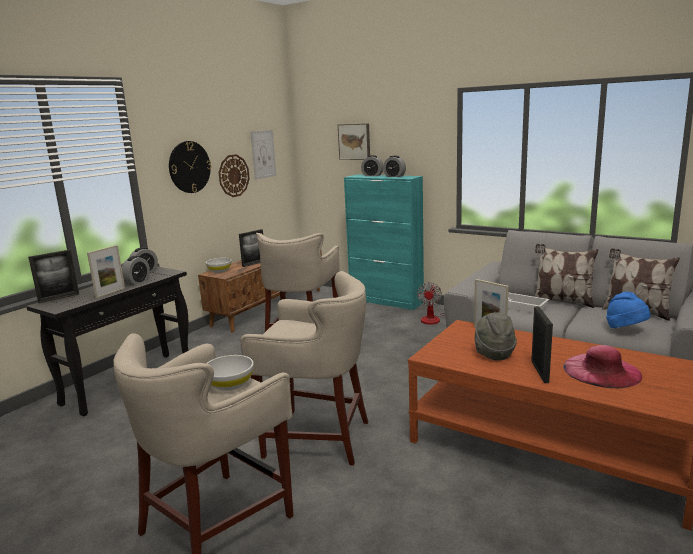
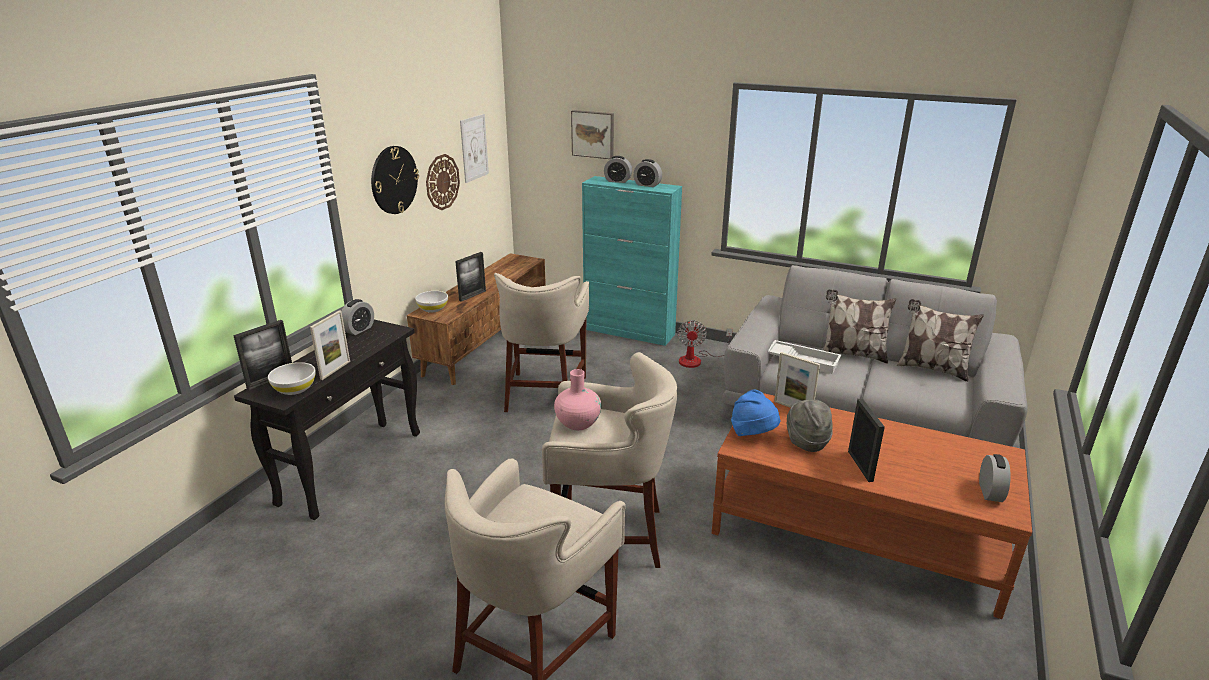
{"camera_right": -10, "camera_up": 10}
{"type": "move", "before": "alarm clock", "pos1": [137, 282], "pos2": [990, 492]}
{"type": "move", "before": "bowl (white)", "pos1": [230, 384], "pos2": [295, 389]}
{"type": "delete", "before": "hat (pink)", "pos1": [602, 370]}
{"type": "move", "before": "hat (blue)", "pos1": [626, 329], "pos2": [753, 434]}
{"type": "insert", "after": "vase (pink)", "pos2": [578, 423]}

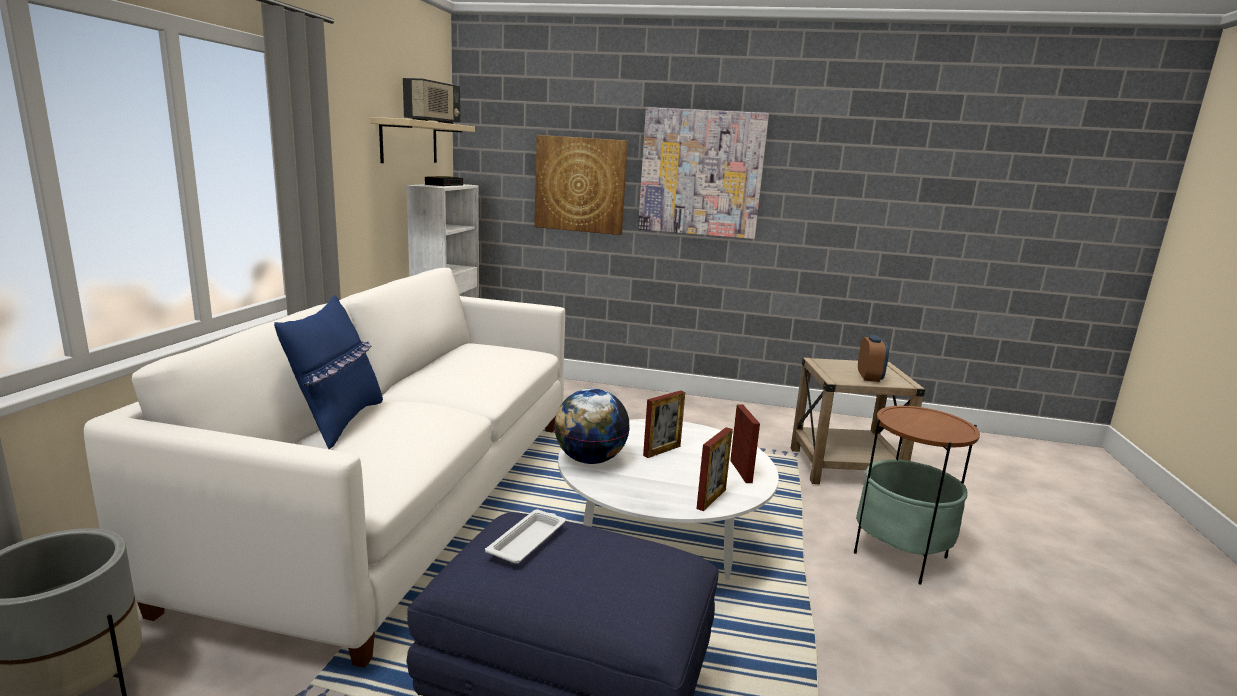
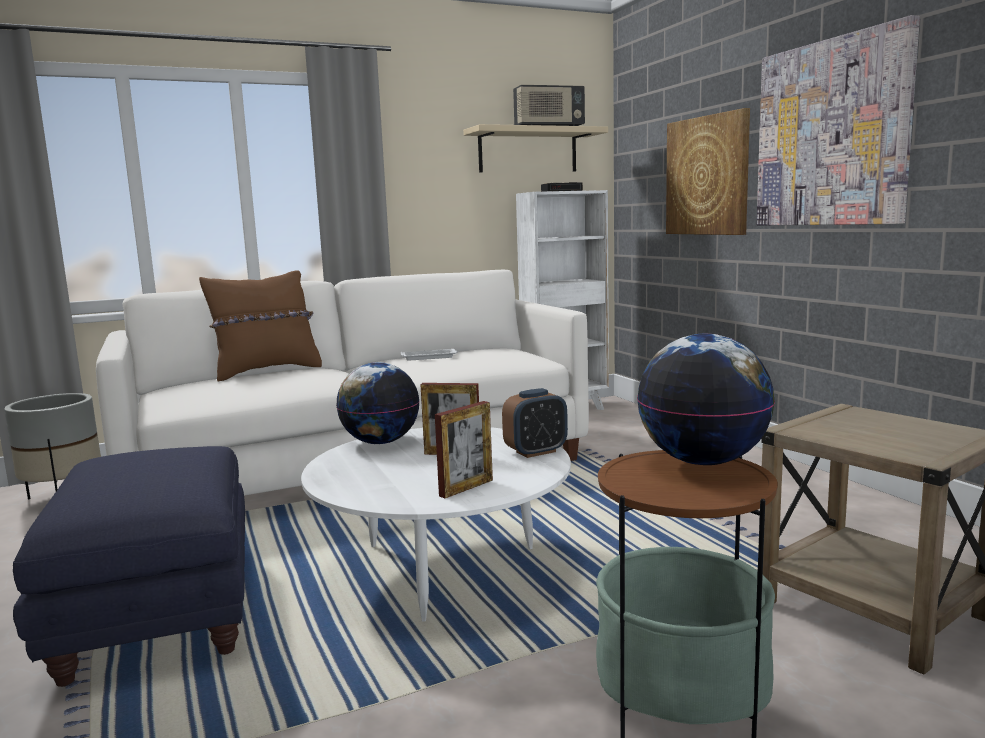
{"camera_right": 55, "camera_up": -5}
{"type": "recolor", "before": "pillow (blue)", "after": "pillow (brown)", "pos1": [338, 422], "pos2": [267, 371]}
{"type": "move", "before": "tray (white)", "pos1": [528, 540], "pos2": [430, 357]}
{"type": "delete", "before": "picture frame", "pos1": [711, 499]}
{"type": "move", "before": "alarm clock", "pos1": [869, 377], "pos2": [536, 452]}
{"type": "insert", "after": "globe", "pos2": [703, 461]}

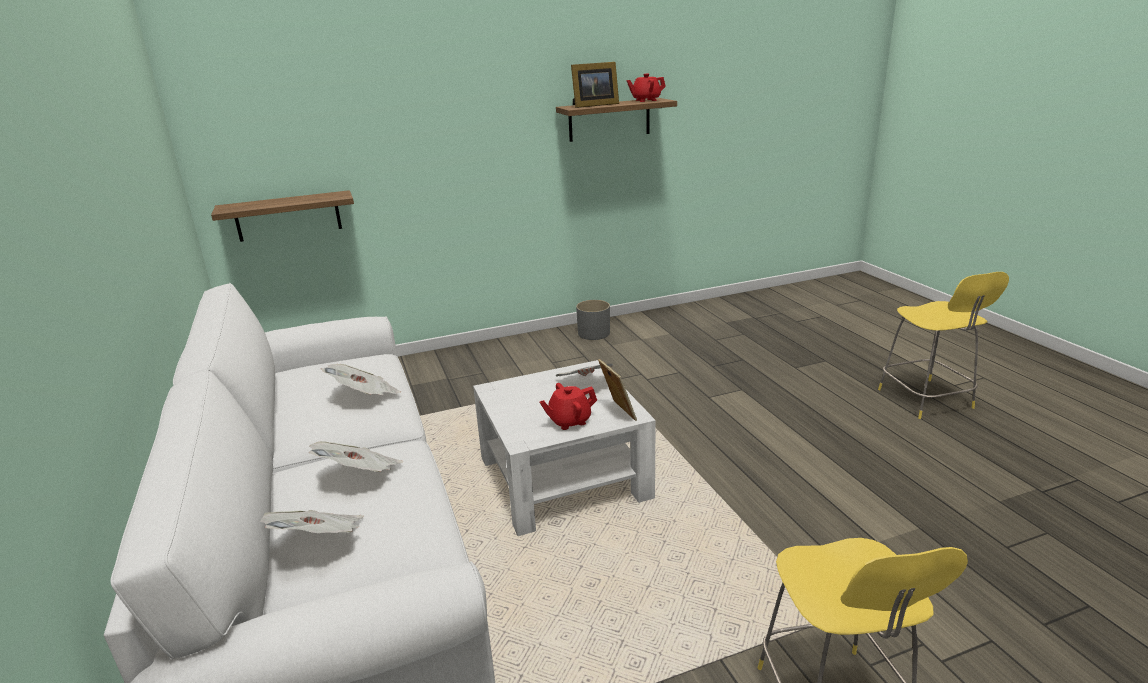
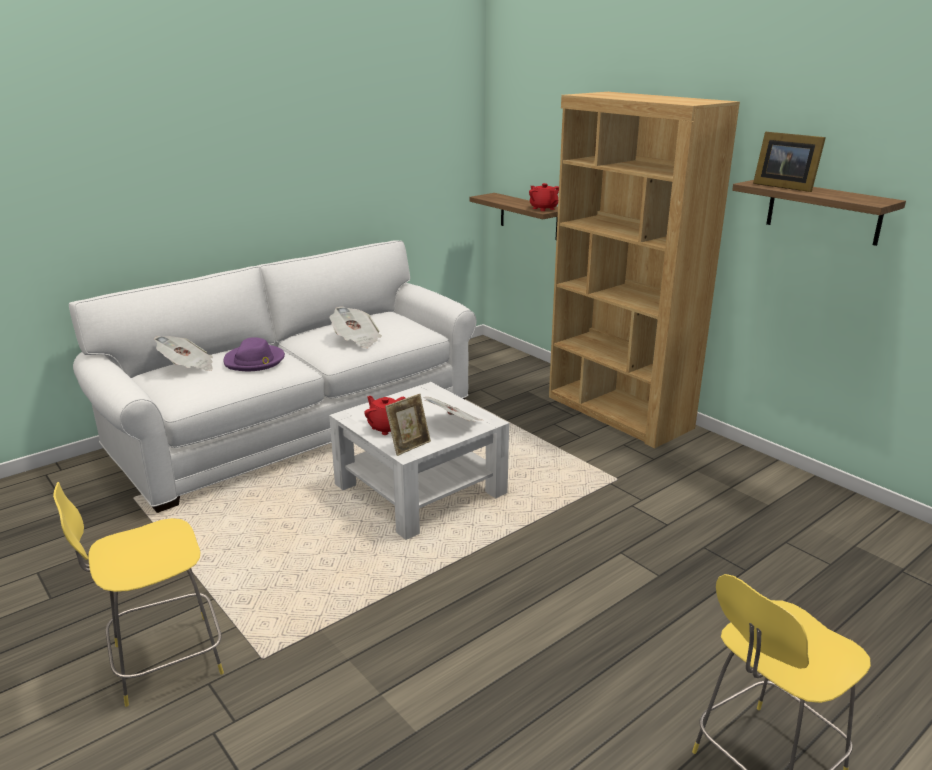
{"camera_right": 70, "camera_up": 0}
{"type": "replace", "before": "newspaper", "after": "hat (purple)", "pos1": [361, 475], "pos2": [254, 361]}
{"type": "delete", "before": "planter (grey)", "pos1": [594, 333]}
{"type": "move", "before": "teapot (red)", "pos1": [645, 100], "pos2": [543, 208]}
{"type": "insert", "after": "bookcase (brown)", "pos2": [618, 412]}

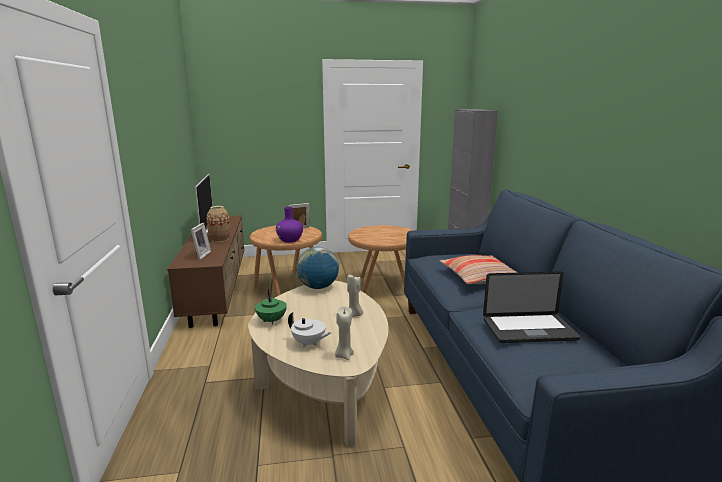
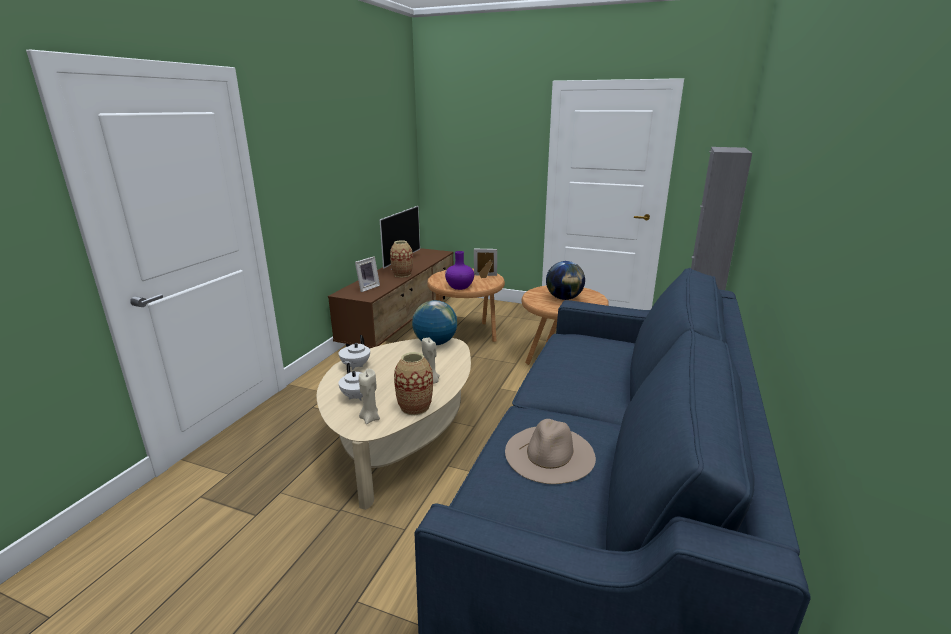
{"camera_right": 30, "camera_up": 5}
{"type": "recolor", "before": "teapot (green)", "after": "teapot (white)", "pos1": [271, 321], "pos2": [355, 366]}
{"type": "delete", "before": "pillow", "pos1": [479, 277]}
{"type": "replace", "before": "laptop", "after": "hat (beige)", "pos1": [529, 330], "pos2": [550, 453]}
{"type": "insert", "after": "vase", "pos2": [415, 407]}
{"type": "insert", "after": "globe", "pos2": [564, 298]}

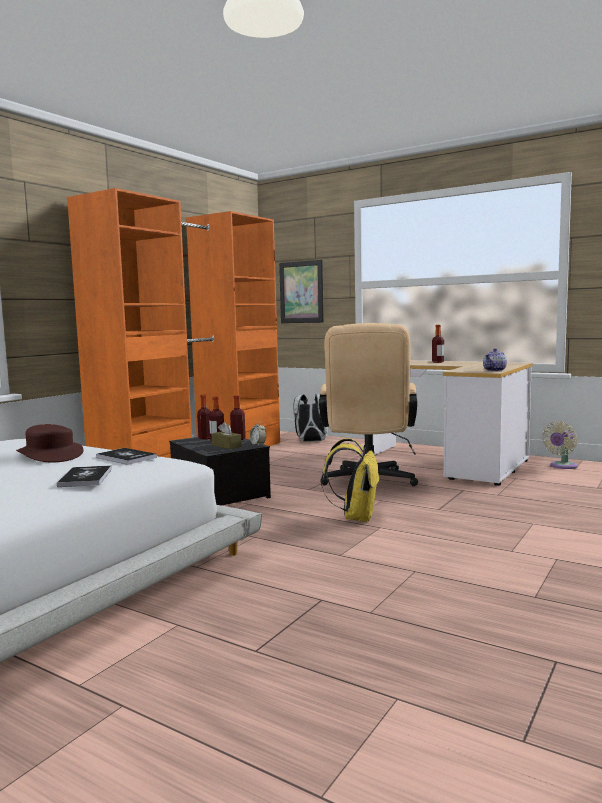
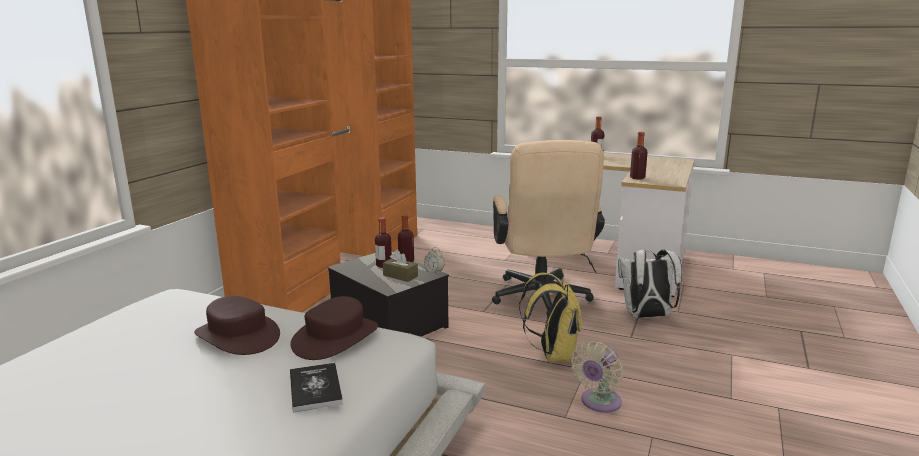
{"camera_right": -10, "camera_up": 10}
{"type": "replace", "before": "book", "after": "hat (brown)", "pos1": [126, 457], "pos2": [336, 338]}
{"type": "move", "before": "bottle", "pos1": [205, 438], "pos2": [637, 178]}
{"type": "delete", "before": "picture", "pos1": [301, 292]}
{"type": "move", "before": "backpack (white)", "pos1": [311, 442], "pos2": [646, 316]}
{"type": "delete", "before": "teapot", "pos1": [495, 370]}
{"type": "move", "before": "fan (beige)", "pos1": [562, 466], "pos2": [599, 403]}

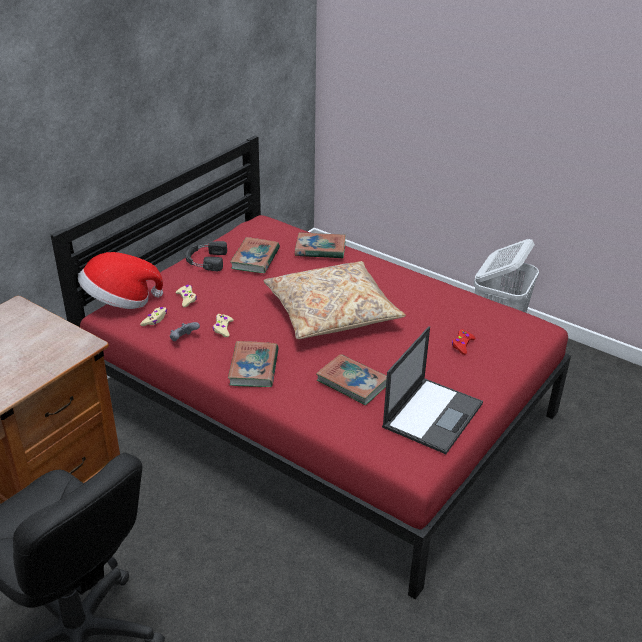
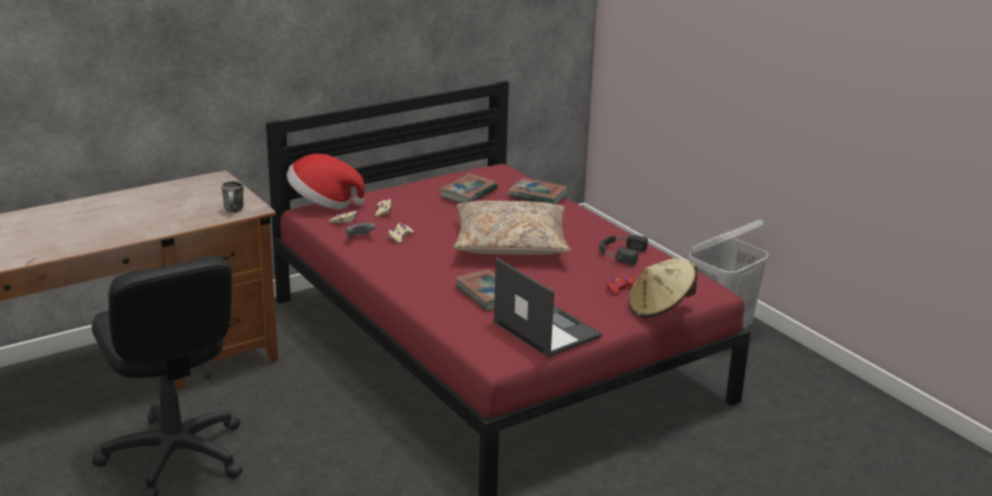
{"camera_right": 20, "camera_up": -10}
{"type": "move", "before": "headphones (black)", "pos1": [205, 260], "pos2": [620, 253]}
{"type": "delete", "before": "book", "pos1": [254, 368]}
{"type": "rotate", "before": "laptop", "pos1": [433, 414], "pos2": [545, 329], "turn": -90}
{"type": "insert", "after": "mug", "pos2": [234, 211]}
{"type": "insert", "after": "hat (beige)", "pos2": [659, 309]}

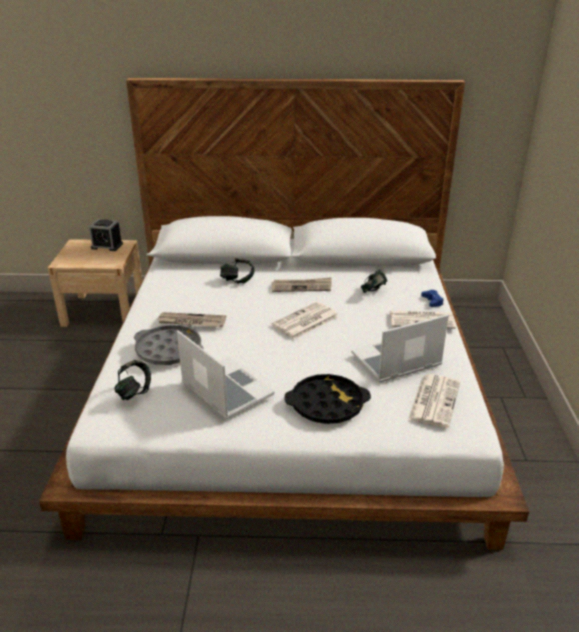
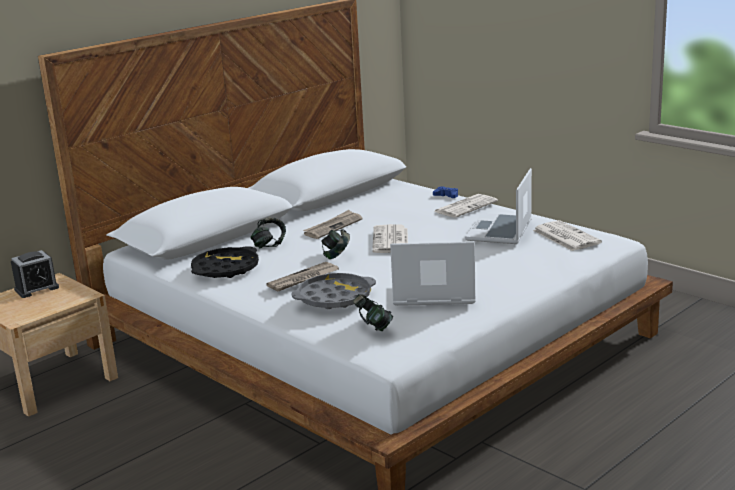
{"camera_right": -45, "camera_up": -10}
{"type": "move", "before": "tray (black)", "pos1": [327, 404], "pos2": [225, 269]}
{"type": "move", "before": "headphones", "pos1": [373, 292], "pos2": [336, 256]}

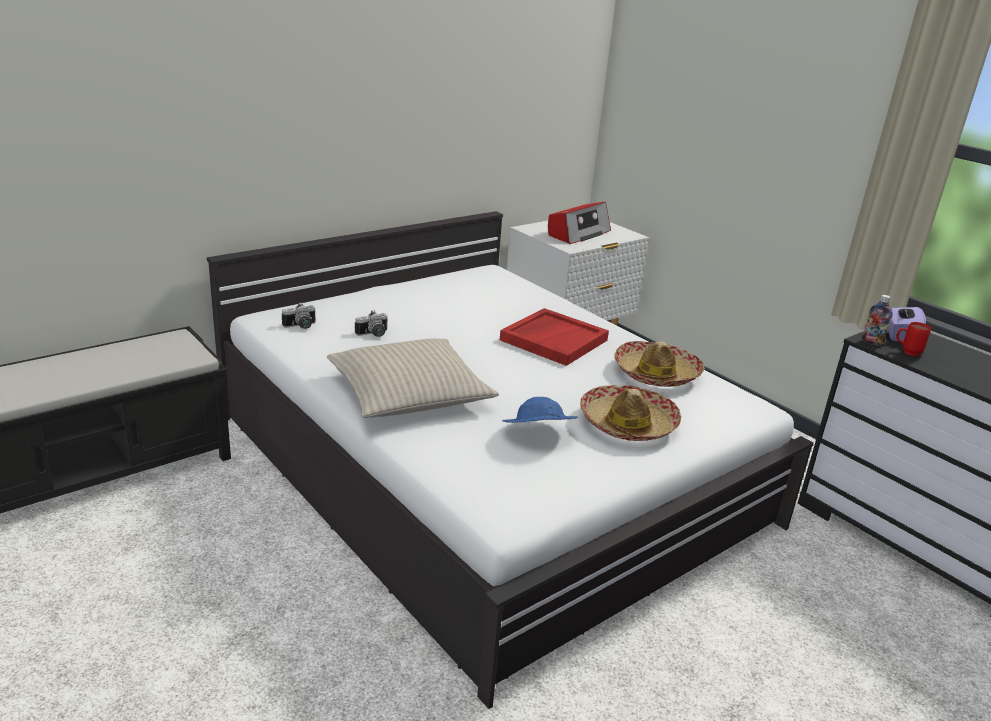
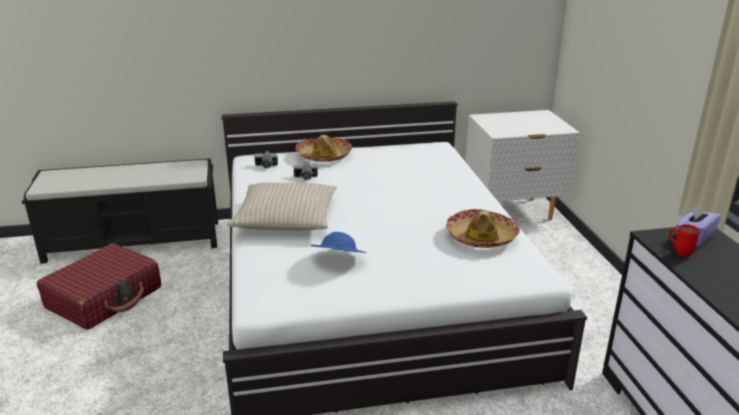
{"camera_right": 30, "camera_up": 0}
{"type": "delete", "before": "tray (red)", "pos1": [553, 339]}
{"type": "delete", "before": "radio", "pos1": [578, 233]}
{"type": "move", "before": "hat", "pos1": [627, 424], "pos2": [324, 155]}
{"type": "delete", "before": "bottle", "pos1": [871, 342]}
{"type": "insert", "after": "suitcase (red)", "pos2": [105, 297]}

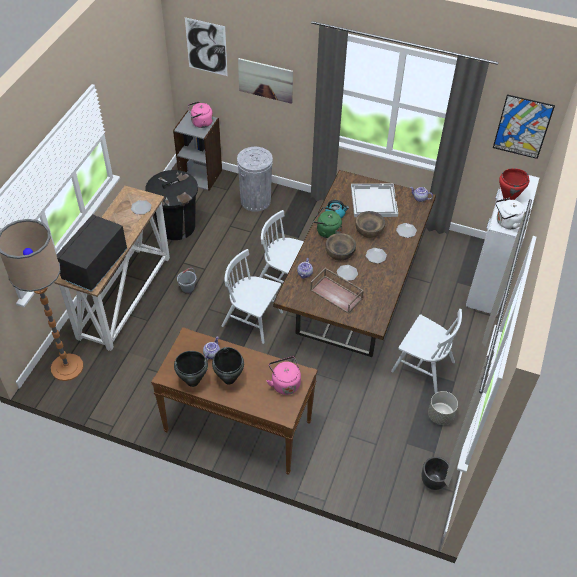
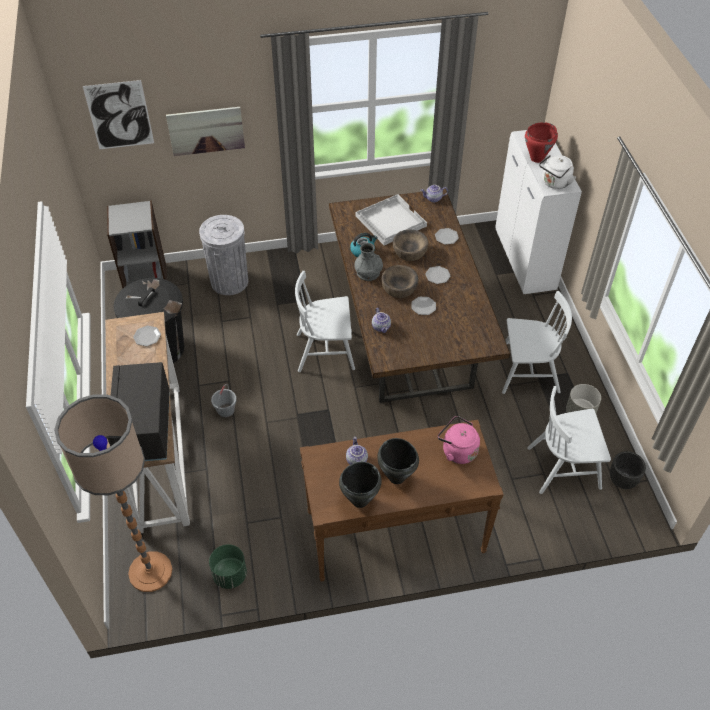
{"camera_right": -30, "camera_up": 0}
{"type": "delete", "before": "kettle (pink)", "pos1": [200, 123]}
{"type": "move", "before": "chair (white)", "pos1": [252, 319], "pos2": [564, 467]}
{"type": "delete", "before": "tray (brown)", "pos1": [337, 294]}
{"type": "replace", "before": "kettle (green)", "after": "vase (grey)", "pos1": [326, 231], "pos2": [368, 272]}
{"type": "delete", "before": "picture", "pos1": [522, 127]}
{"type": "insert", "after": "planter (green)", "pos2": [230, 575]}

